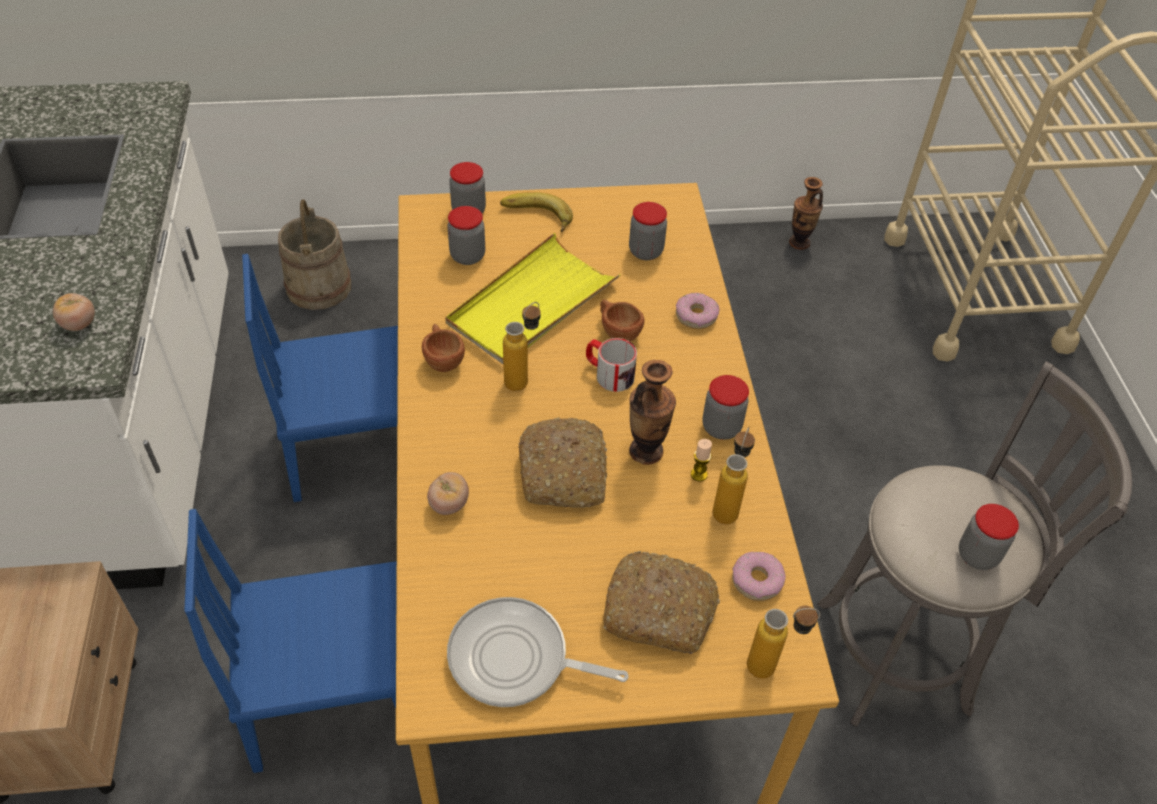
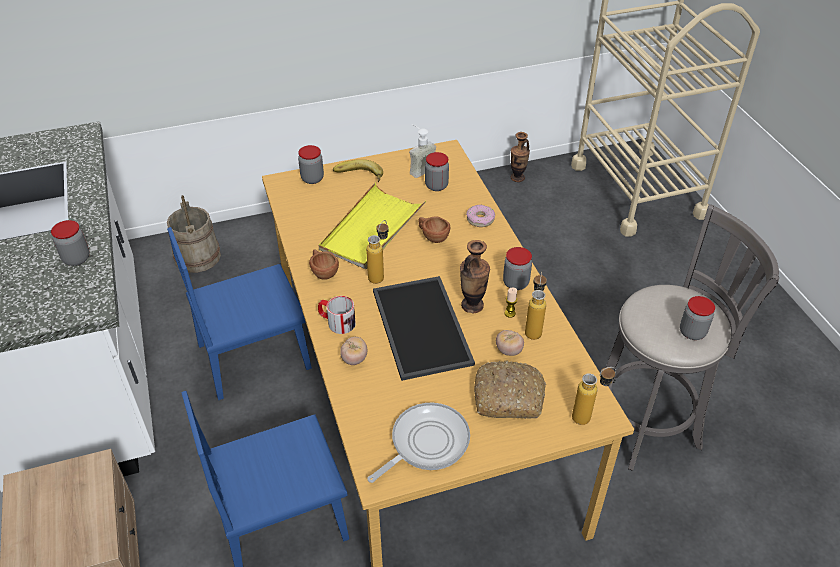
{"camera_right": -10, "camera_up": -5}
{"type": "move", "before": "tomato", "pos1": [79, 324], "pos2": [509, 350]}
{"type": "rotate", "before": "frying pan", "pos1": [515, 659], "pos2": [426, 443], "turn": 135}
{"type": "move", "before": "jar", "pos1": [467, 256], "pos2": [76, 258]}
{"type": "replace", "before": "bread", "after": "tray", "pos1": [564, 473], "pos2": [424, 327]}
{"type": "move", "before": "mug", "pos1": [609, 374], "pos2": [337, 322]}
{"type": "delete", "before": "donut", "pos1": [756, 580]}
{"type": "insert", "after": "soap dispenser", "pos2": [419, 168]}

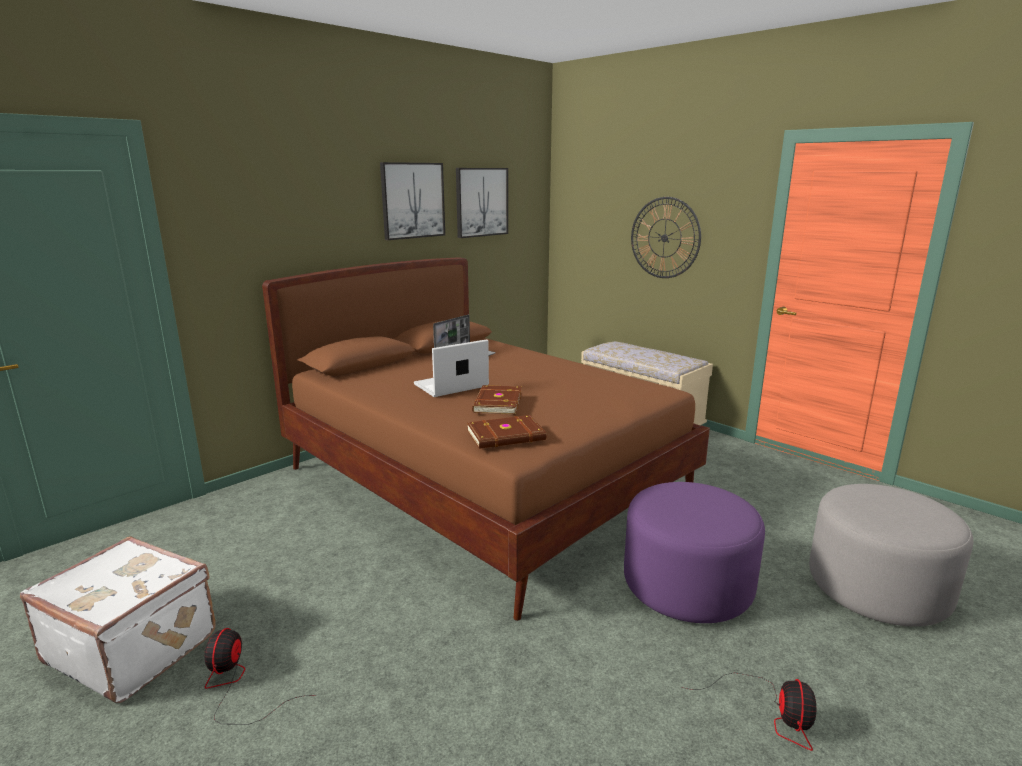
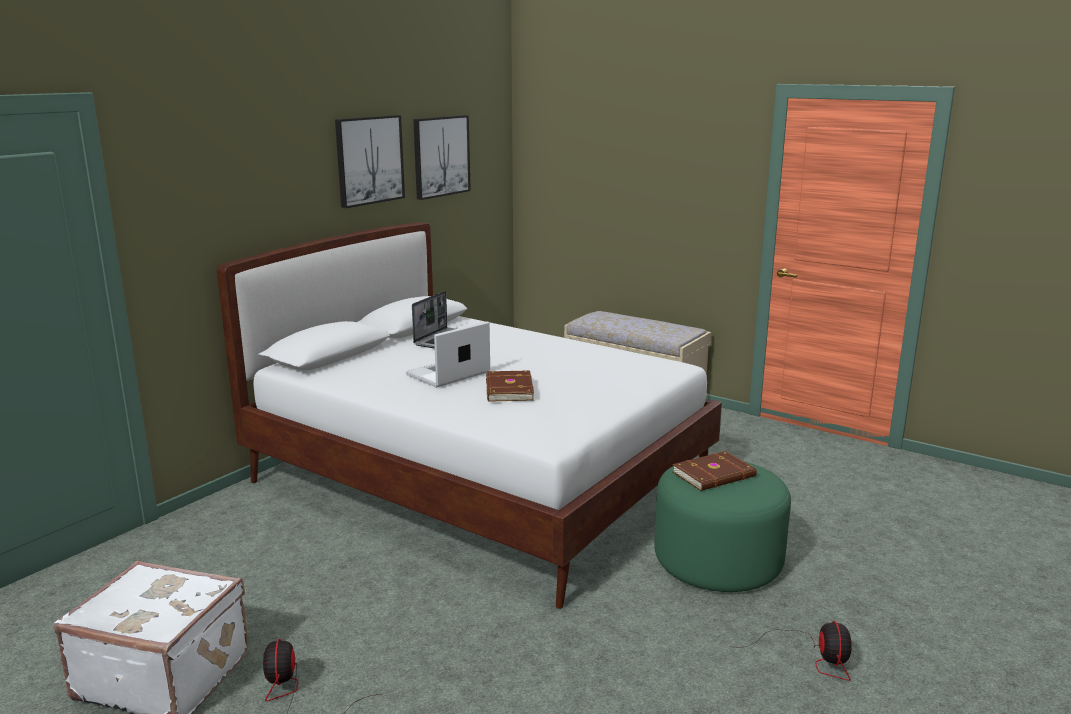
{"camera_right": -10, "camera_up": 0}
{"type": "recolor", "before": "bed (brown)", "after": "bed (white)", "pos1": [483, 483], "pos2": [479, 481]}
{"type": "move", "before": "book (brown)", "pos1": [506, 436], "pos2": [715, 475]}
{"type": "recolor", "before": "ottoman (purple)", "after": "ottoman (green)", "pos1": [687, 586], "pos2": [717, 561]}
{"type": "delete", "before": "wall clock", "pos1": [664, 238]}
{"type": "delete", "before": "ottoman (grey)", "pos1": [877, 589]}

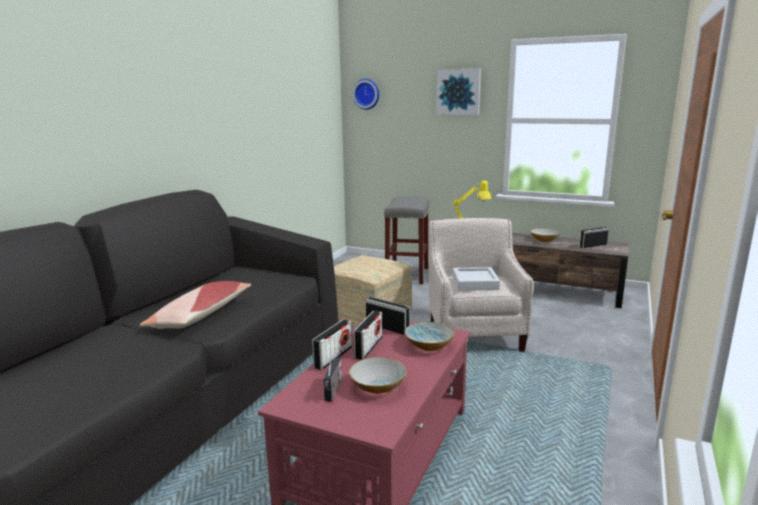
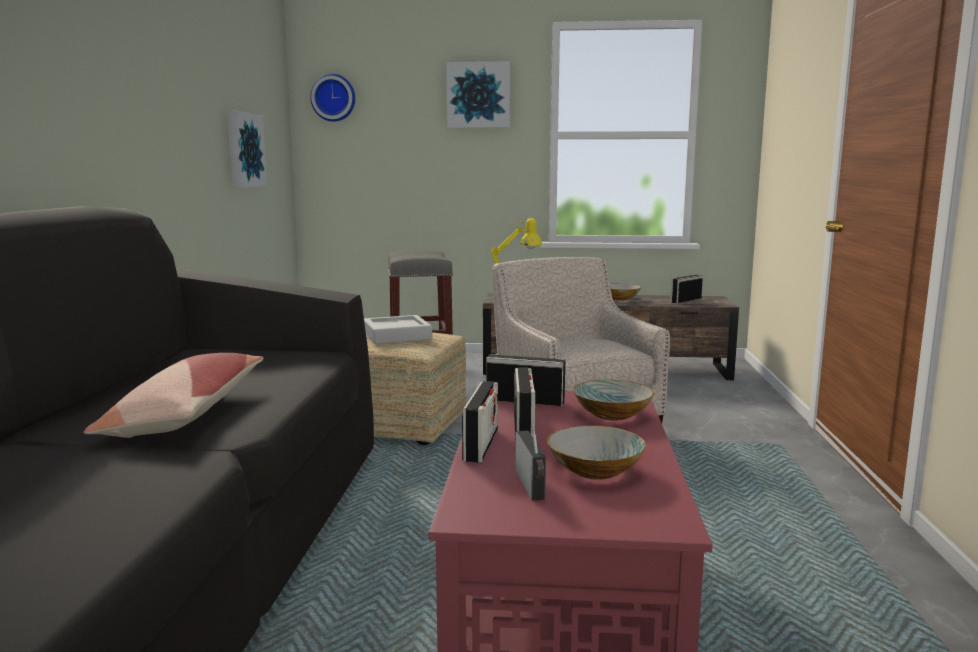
{"camera_right": -20, "camera_up": -5}
{"type": "move", "before": "tray (grey)", "pos1": [475, 283], "pos2": [397, 335]}
{"type": "insert", "after": "picture", "pos2": [244, 150]}

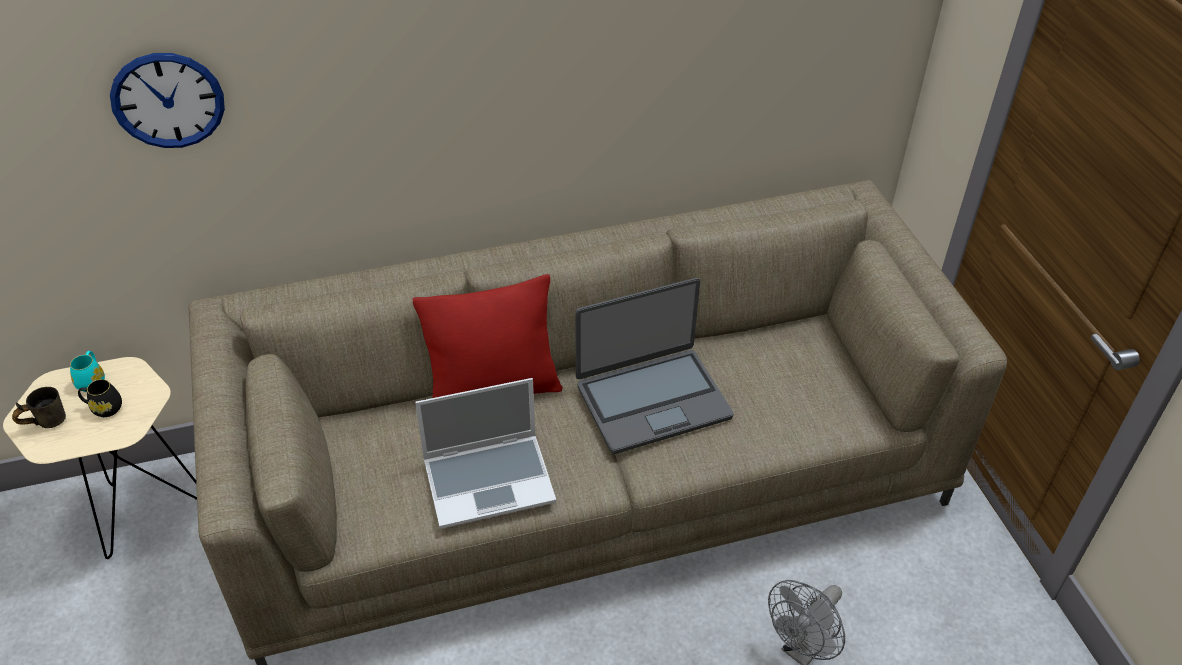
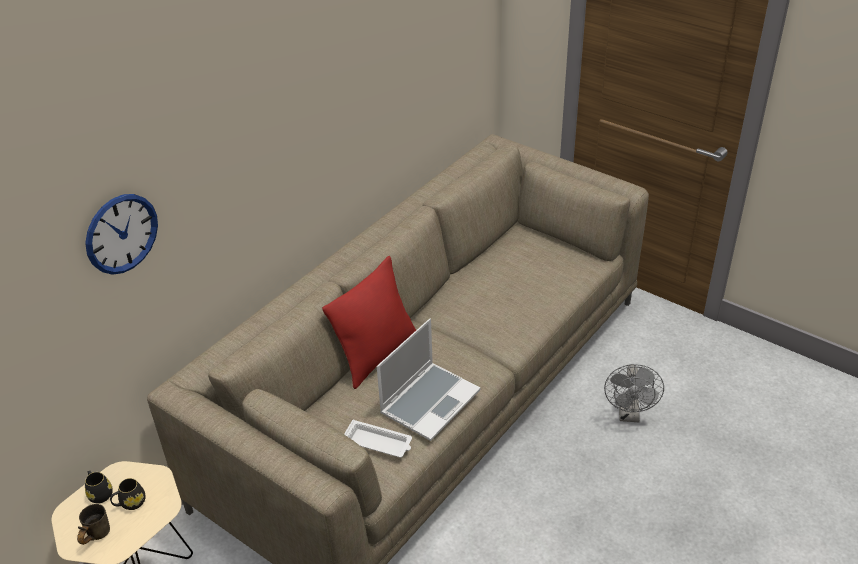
{"camera_right": -35, "camera_up": -5}
{"type": "recolor", "before": "mug (turquoise)", "after": "mug (black)", "pos1": [92, 380], "pos2": [99, 493]}
{"type": "delete", "before": "laptop", "pos1": [652, 400]}
{"type": "insert", "after": "tray (white)", "pos2": [378, 443]}

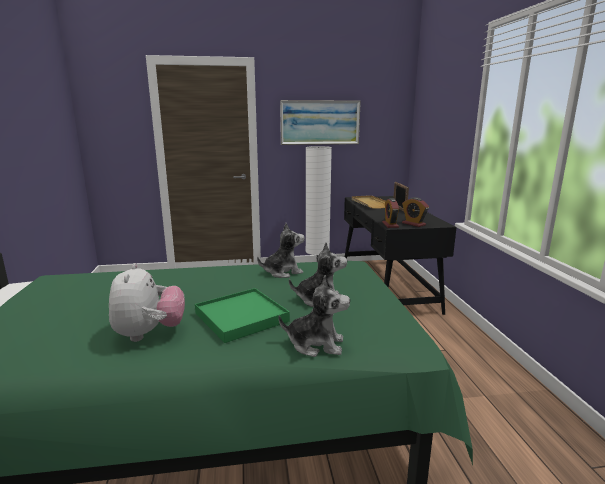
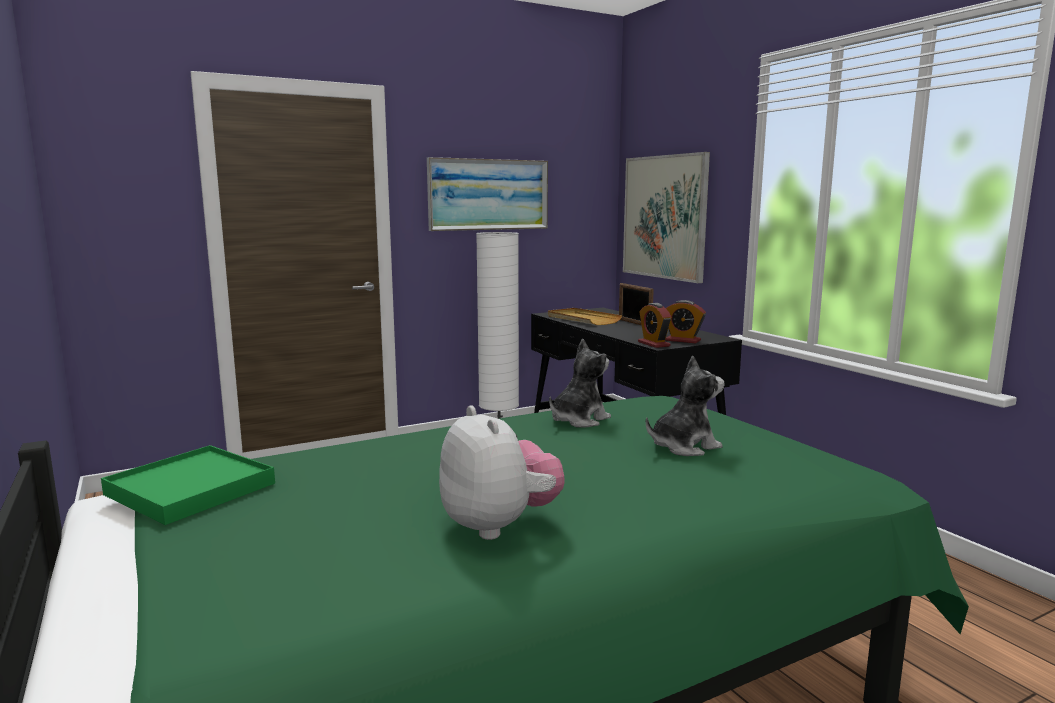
{"camera_right": -20, "camera_up": -5}
{"type": "move", "before": "tray (green)", "pos1": [241, 317], "pos2": [190, 489]}
{"type": "delete", "before": "plush toy", "pos1": [316, 344]}
{"type": "insert", "after": "picture", "pos2": [664, 217]}

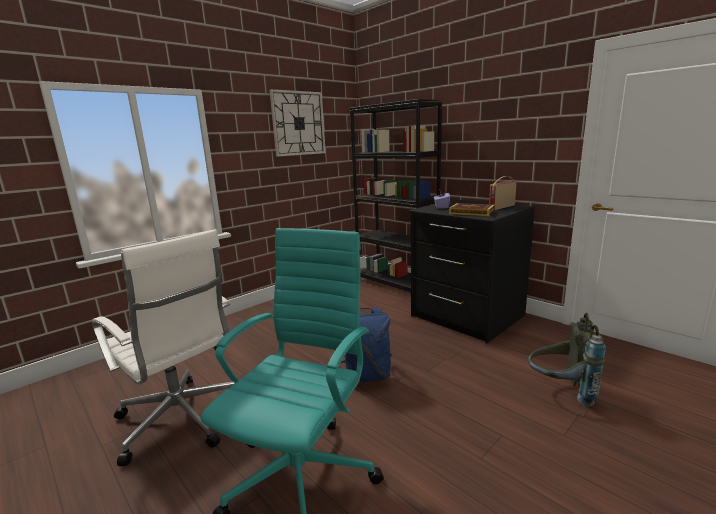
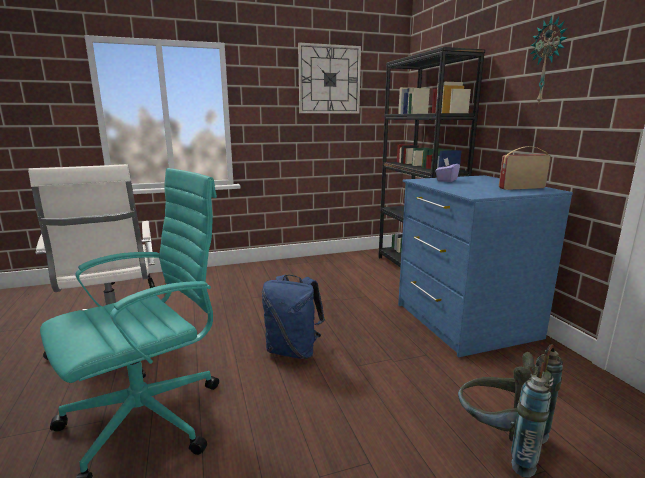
{"camera_right": 25, "camera_up": 0}
{"type": "recolor", "before": "dresser (black)", "after": "dresser (blue)", "pos1": [466, 316], "pos2": [464, 321]}
{"type": "delete", "before": "book", "pos1": [472, 212]}
{"type": "insert", "after": "wall clock", "pos2": [547, 61]}

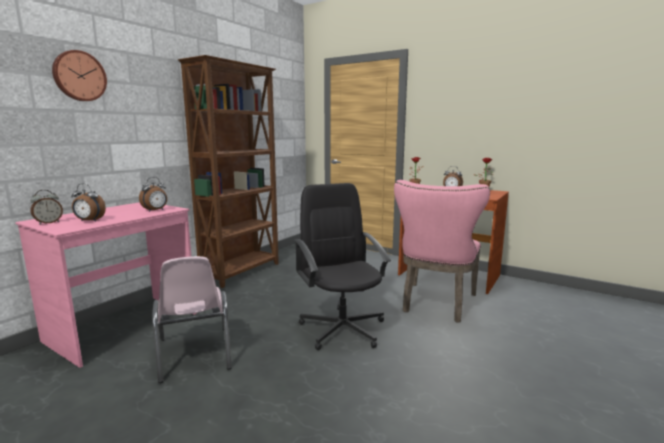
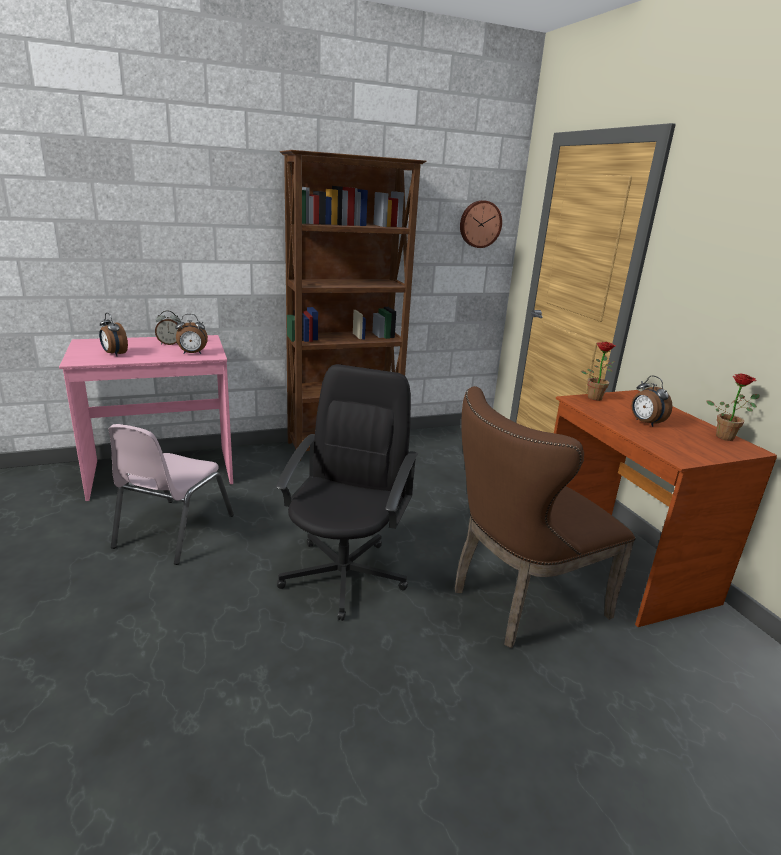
{"camera_right": 35, "camera_up": 10}
{"type": "move", "before": "alarm clock", "pos1": [48, 223], "pos2": [170, 344]}
{"type": "move", "before": "wall clock", "pos1": [79, 76], "pos2": [479, 224]}
{"type": "recolor", "before": "chair (pink)", "after": "chair (brown)", "pos1": [436, 304], "pos2": [519, 602]}

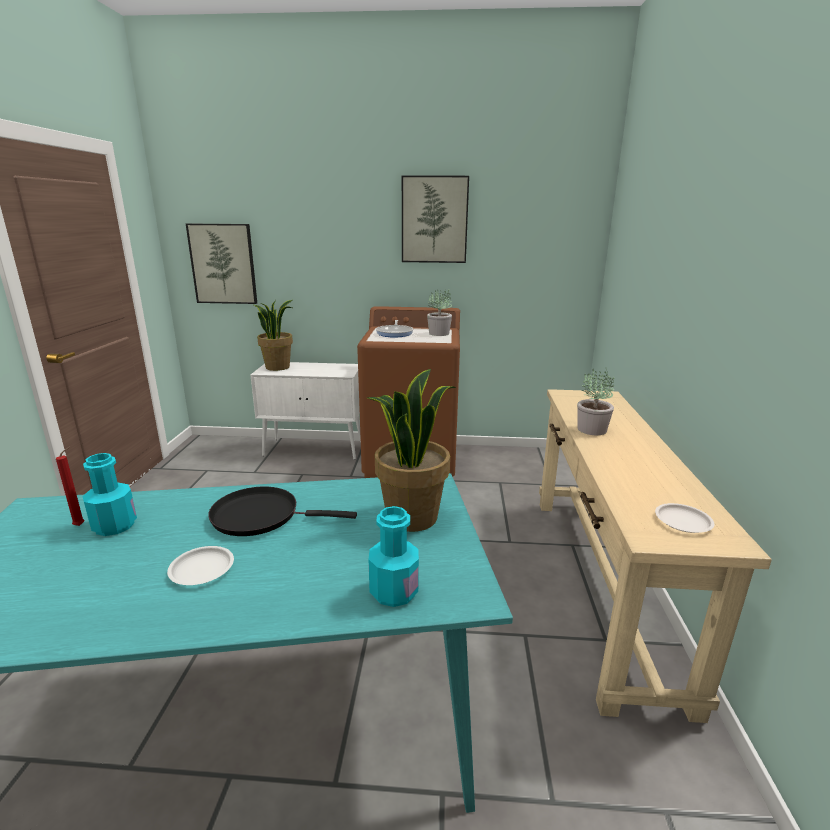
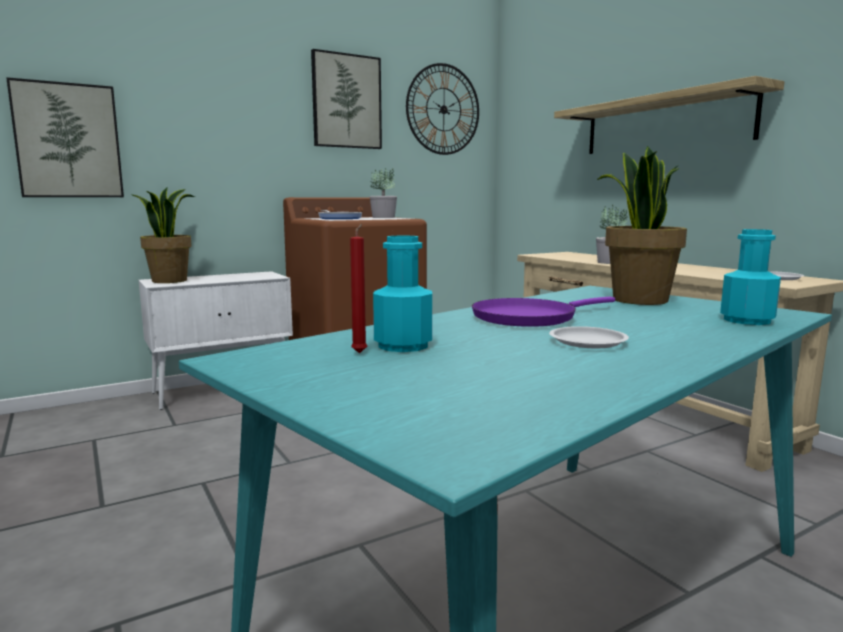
{"camera_right": -35, "camera_up": -10}
{"type": "recolor", "before": "frying pan (black)", "after": "frying pan (purple)", "pos1": [261, 516], "pos2": [528, 318]}
{"type": "insert", "after": "wall clock", "pos2": [443, 109]}
{"type": "insert", "after": "shelf", "pos2": [664, 124]}

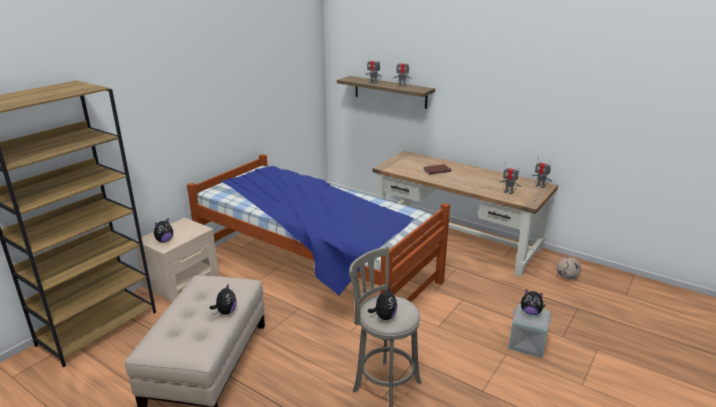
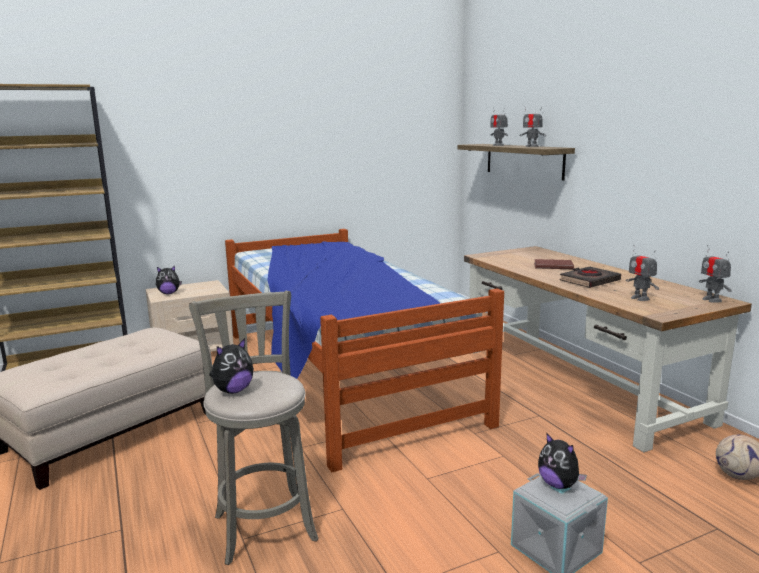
{"camera_right": 30, "camera_up": -10}
{"type": "delete", "before": "plush toy", "pos1": [226, 312]}
{"type": "insert", "after": "book (black)", "pos2": [589, 281]}

